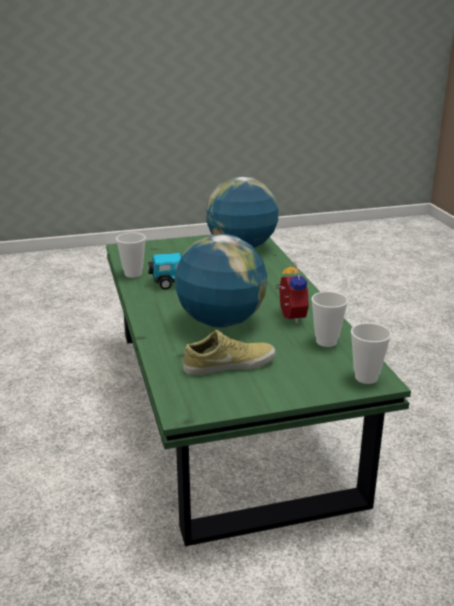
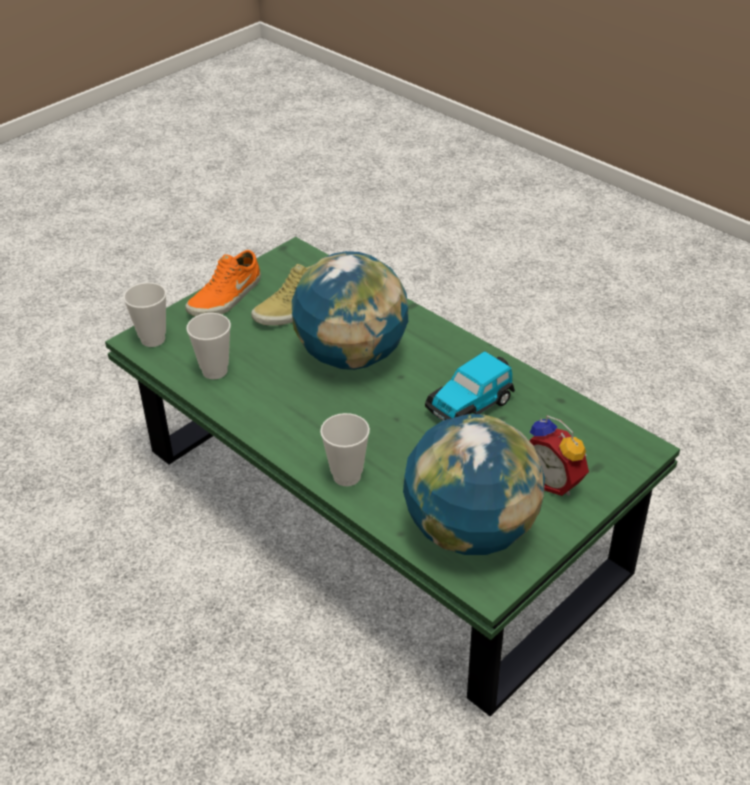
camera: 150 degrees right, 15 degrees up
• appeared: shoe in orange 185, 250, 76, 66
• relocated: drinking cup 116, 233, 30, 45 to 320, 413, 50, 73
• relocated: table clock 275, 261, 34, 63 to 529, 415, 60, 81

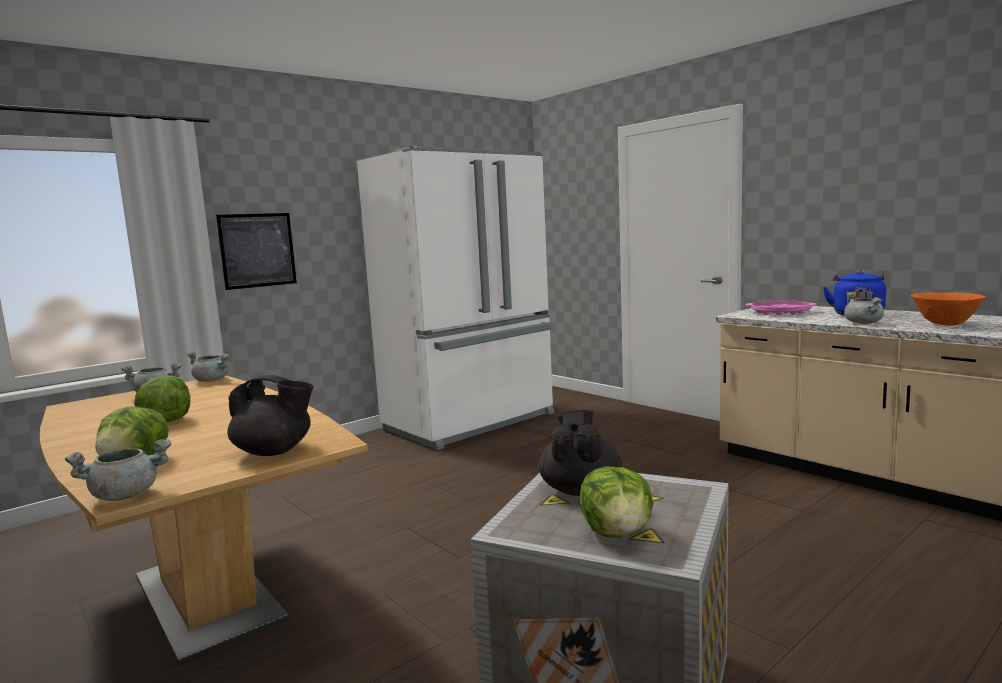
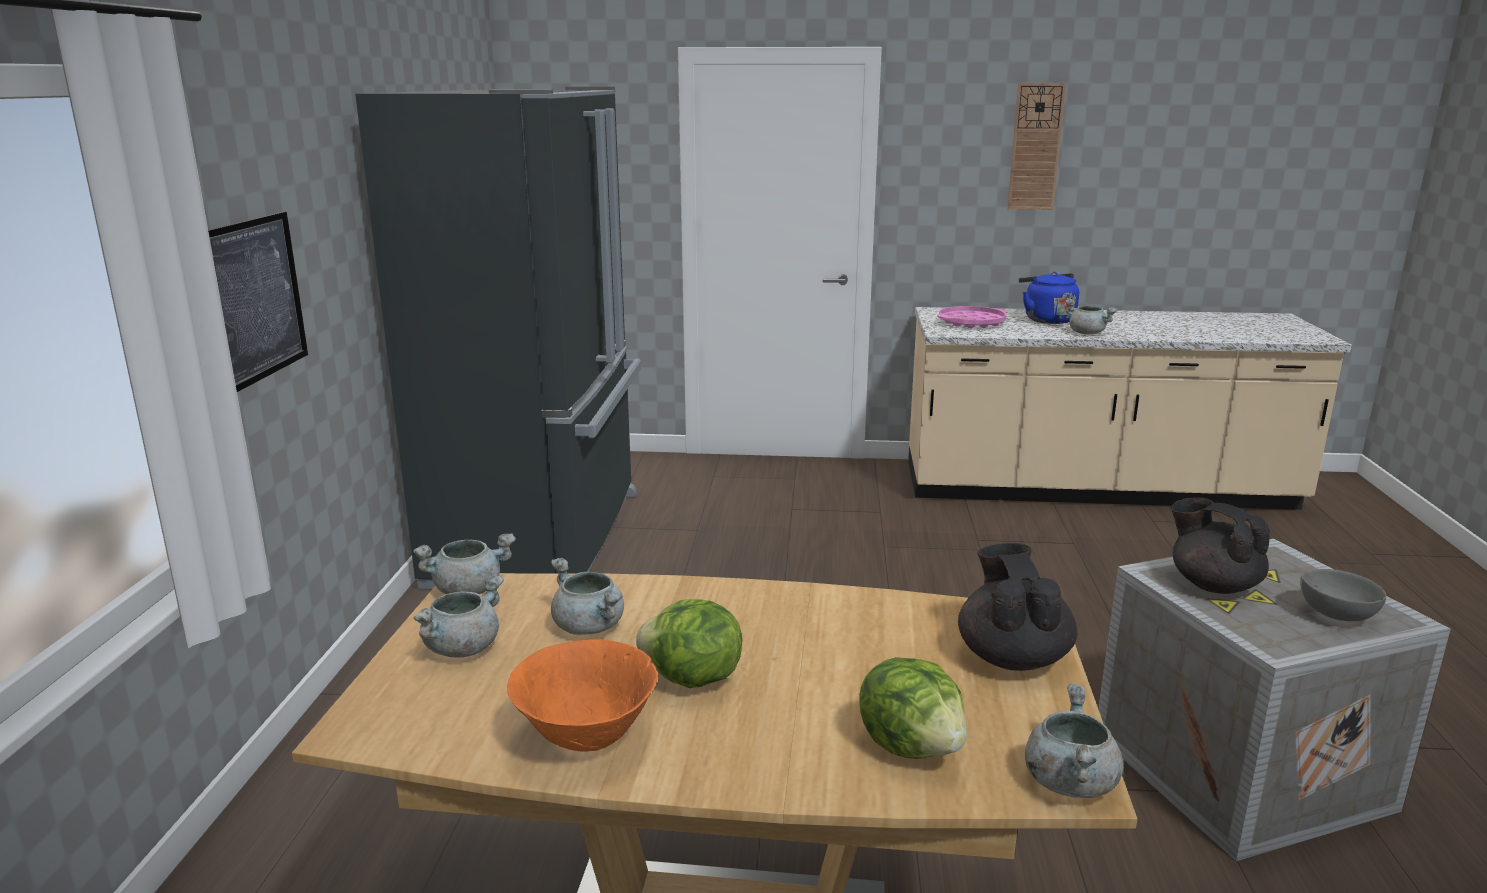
camera: 45 degrees left, 10 degrees up
• colour: kitchen fridge in white 357, 146, 197, 304 to kitchen fridge in blackish 355, 87, 286, 502
• relocated: serving bowl in orange 911, 292, 75, 34 to 507, 639, 151, 113
• appeared: saucepot in greyish 551, 558, 73, 77
• spun: teapot in blackish 227, 375, 87, 81 = 958, 543, 119, 128 60 degrees counterclockwise
• appeared: clock on the wall 1007, 83, 59, 127
• exchanged: lettuce 580, 466, 73, 72 to serving bowl in greyish 1300, 569, 86, 52

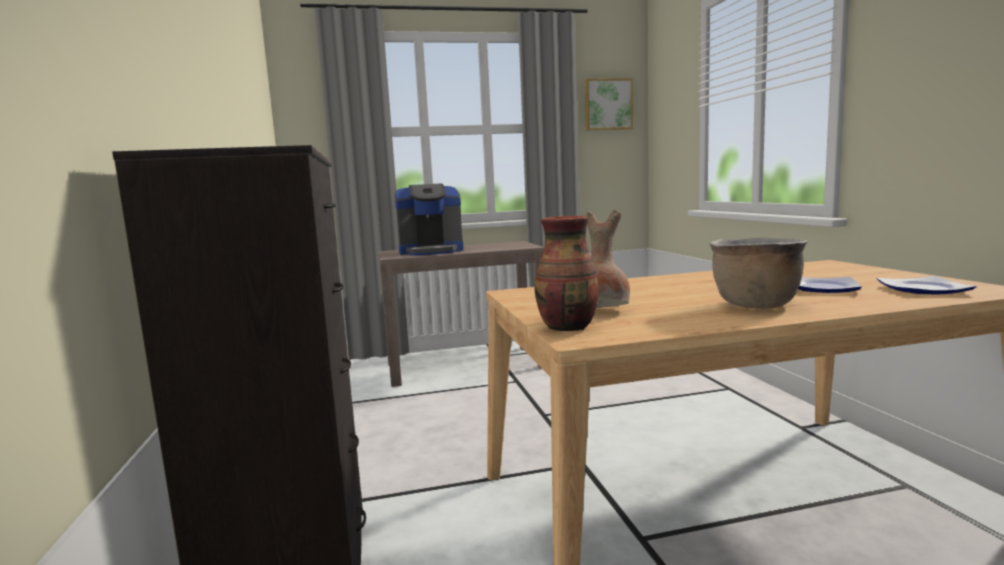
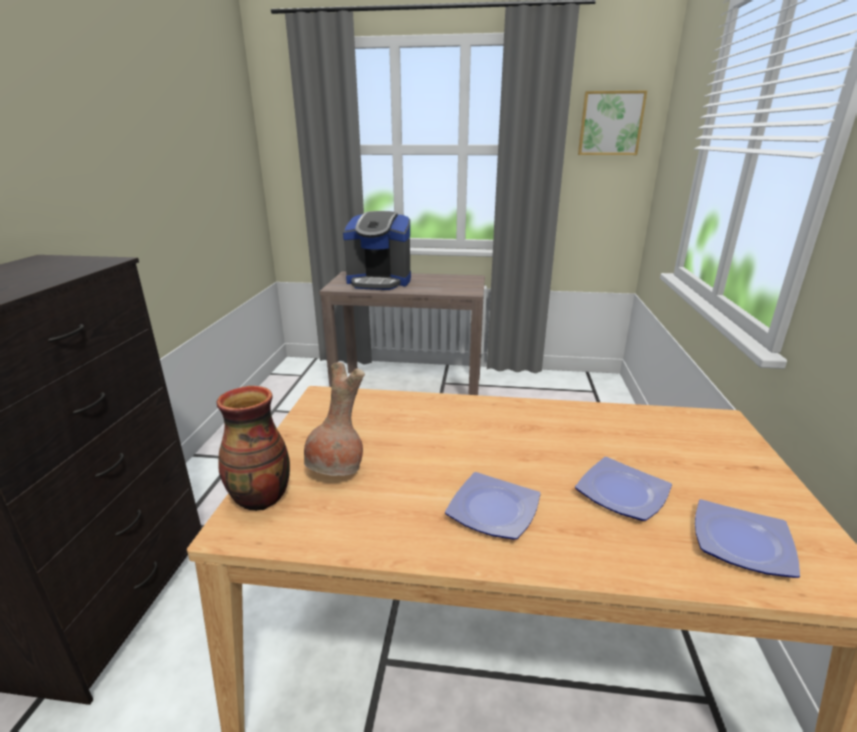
camera: 20 degrees right, 15 degrees up
• exchanged: saucepot in brownish 709, 238, 99, 70 to plate 445, 472, 96, 68

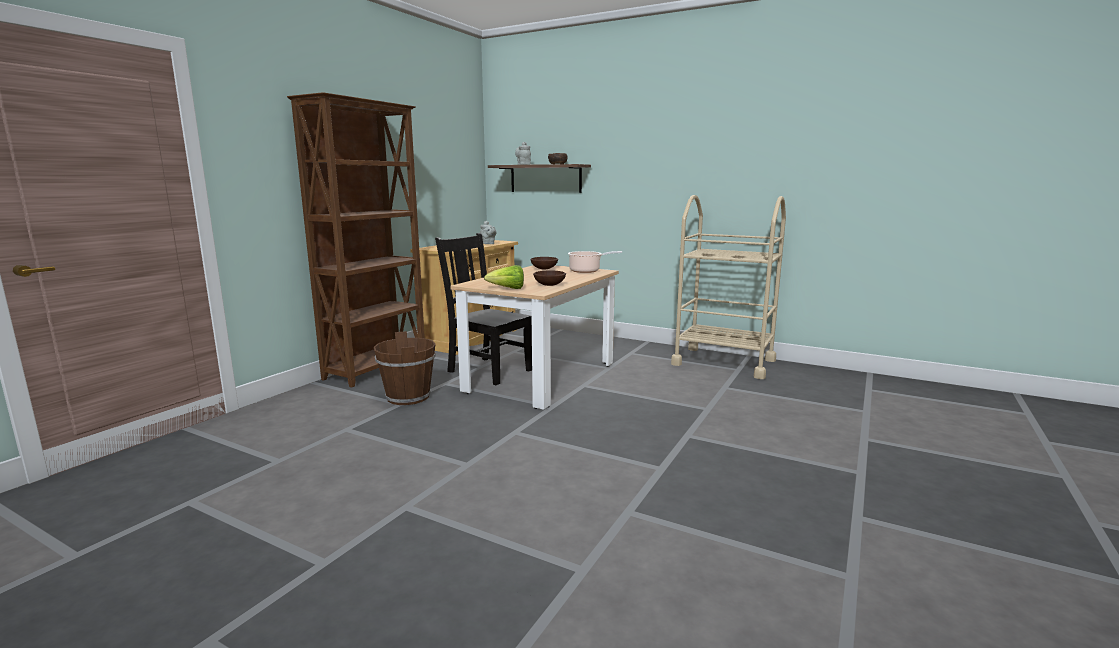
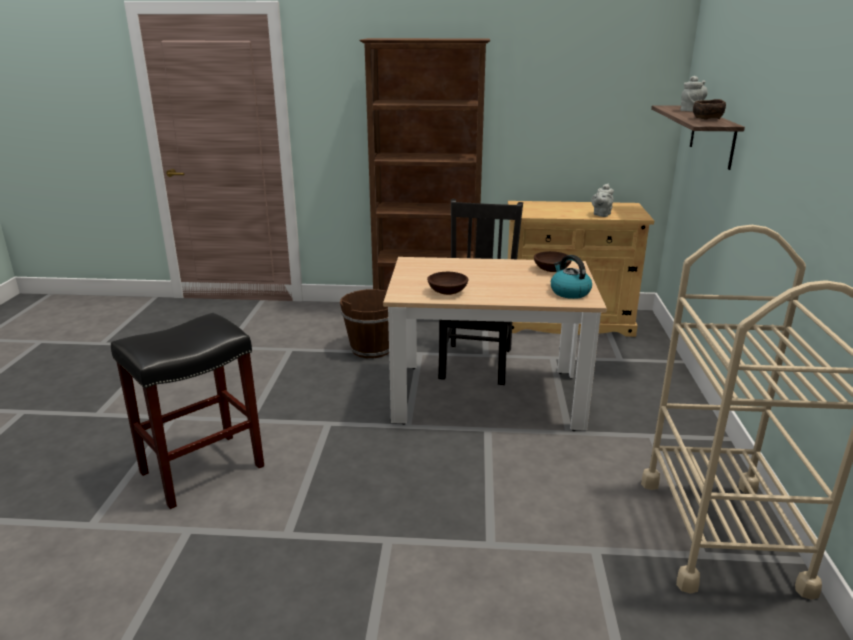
camera: 65 degrees right, 10 degrees up
• appeared: stool in blackish 111, 313, 153, 196
• exchanged: saucepot 568, 251, 54, 22 to water kettle 551, 255, 41, 44
• missing: lettuce 484, 265, 40, 24

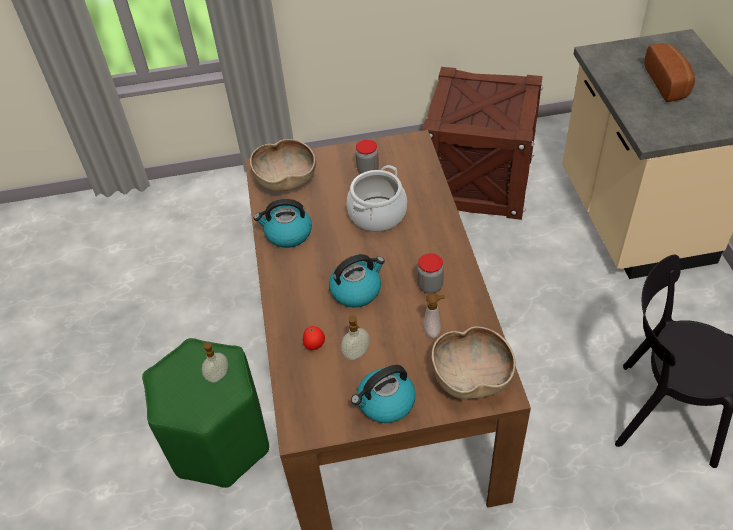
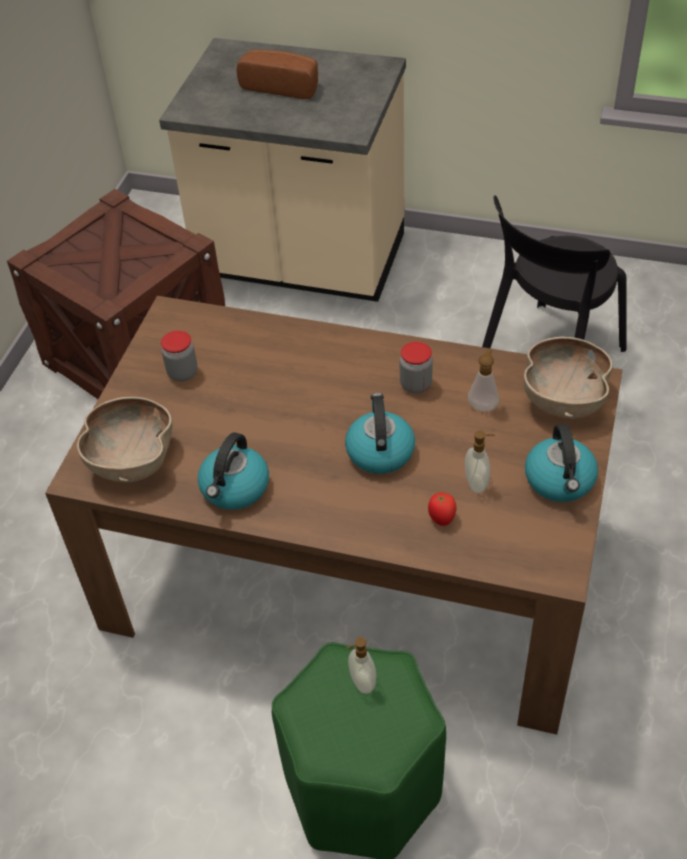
camera: 65 degrees left, 0 degrees up
• missing: saucepot 347, 165, 60, 66

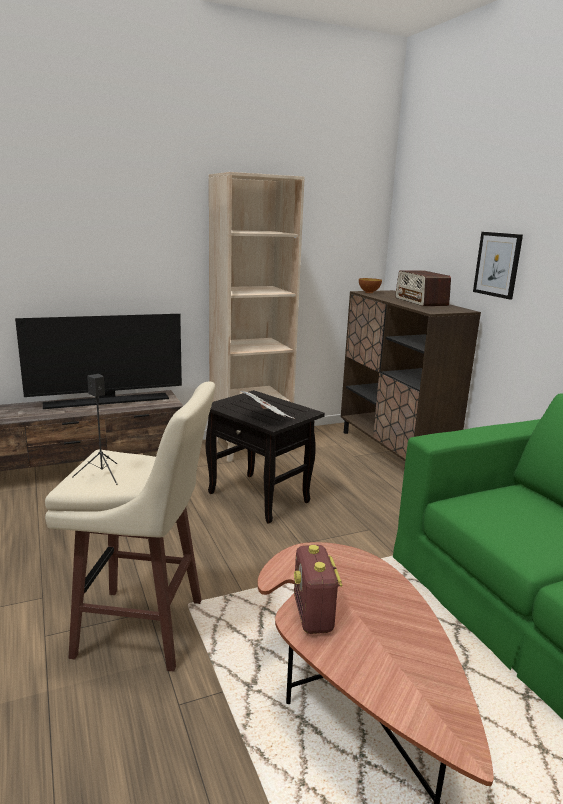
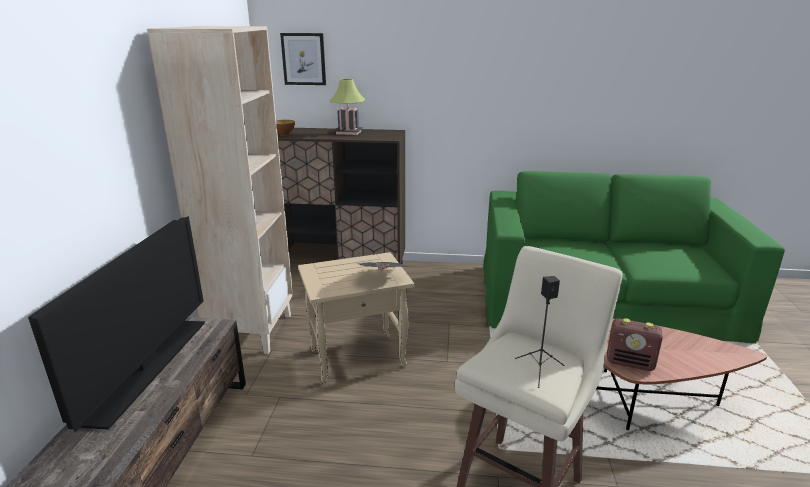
camera: 60 degrees left, 5 degrees up
• relocated: wall picture 473, 232, 50, 68 to 280, 33, 46, 52
• colour: accent table in blackish 206, 390, 119, 134 to accent table in beige 298, 252, 116, 133
• exchanged: radio 395, 271, 56, 35 to lamp for a table 329, 79, 36, 56

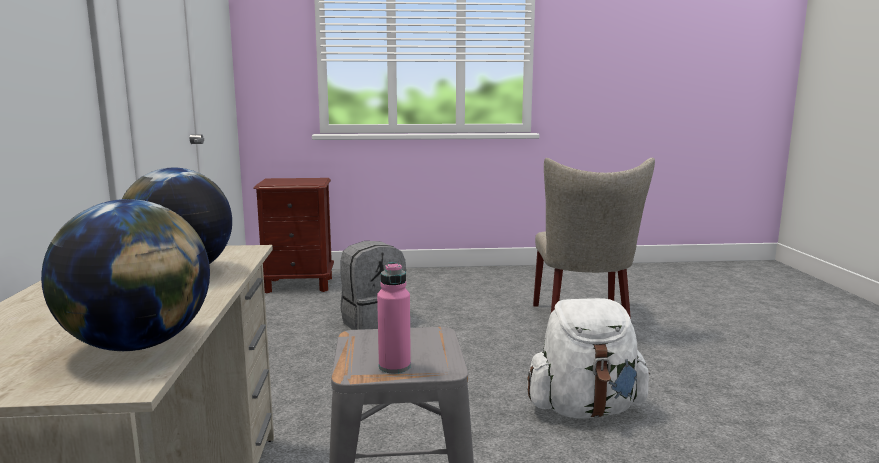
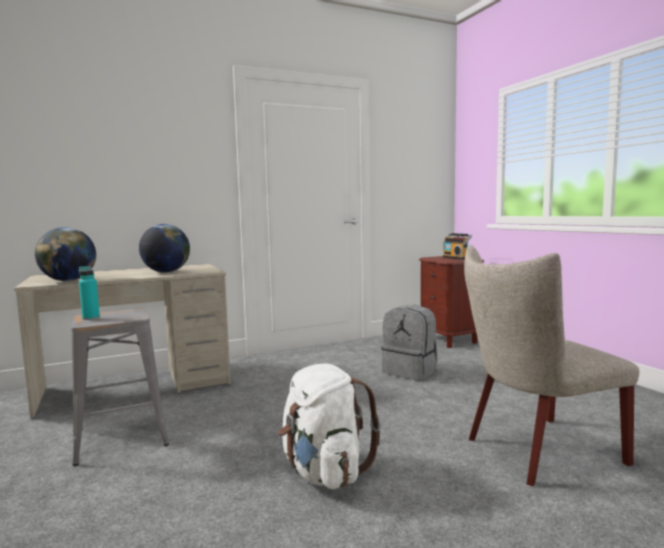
camera: 70 degrees right, 5 degrees down
• colour: bottle in pink 377, 262, 34, 111 to bottle in turquoise 79, 266, 21, 54
• appeared: radio 443, 233, 29, 27

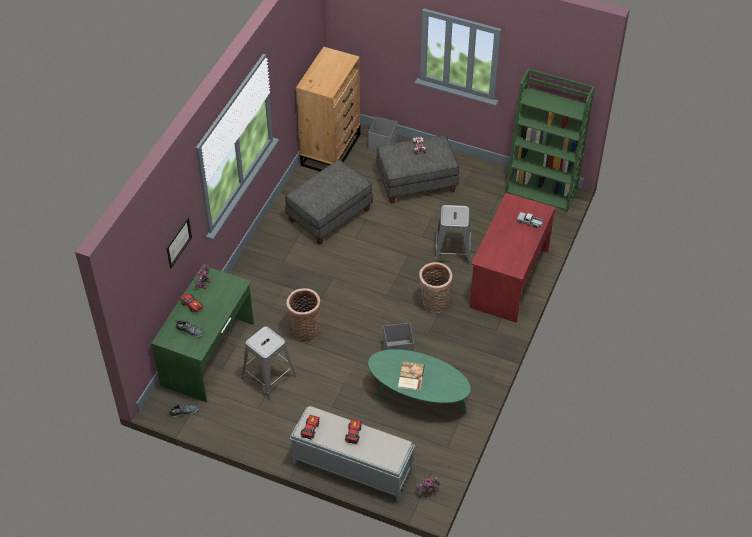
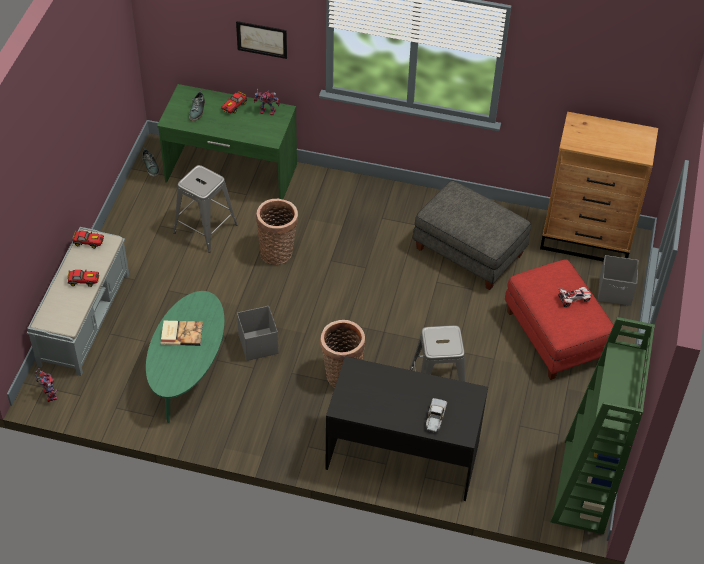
camera: 80 degrees right, 0 degrees up
• colour: desk in red 470, 193, 85, 130 to desk in blackish 325, 356, 163, 145
• colour: ottoman in greyish 376, 135, 83, 69 to ottoman in red 505, 259, 108, 121

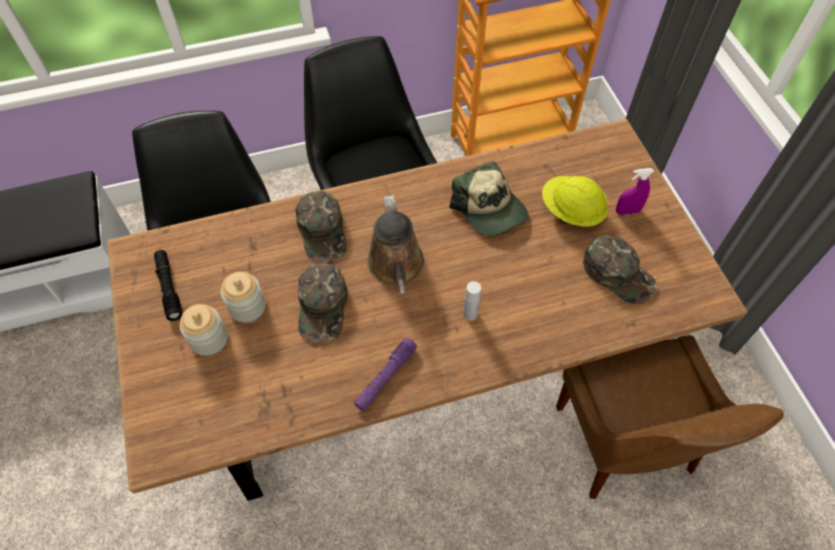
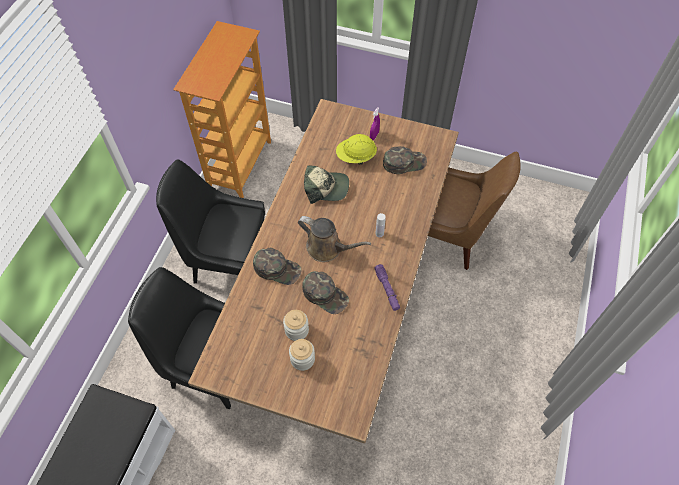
camera: 55 degrees left, 0 degrees up
• missing: hand torch in blackish 154, 250, 28, 71

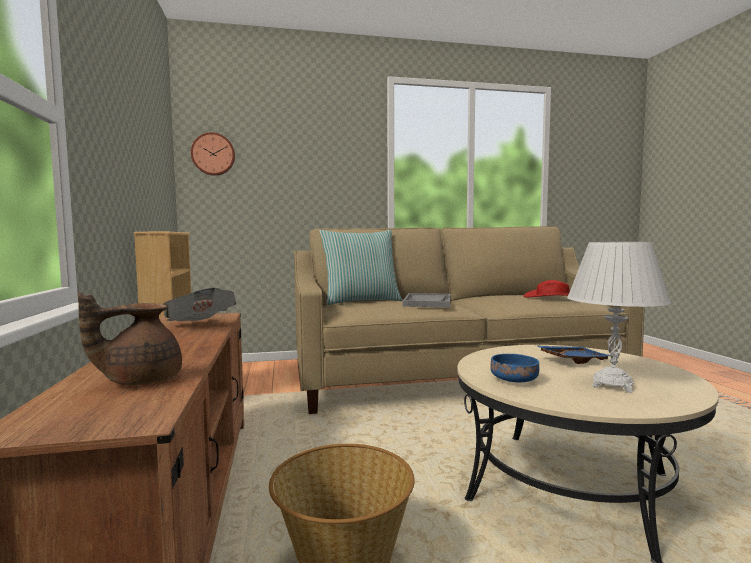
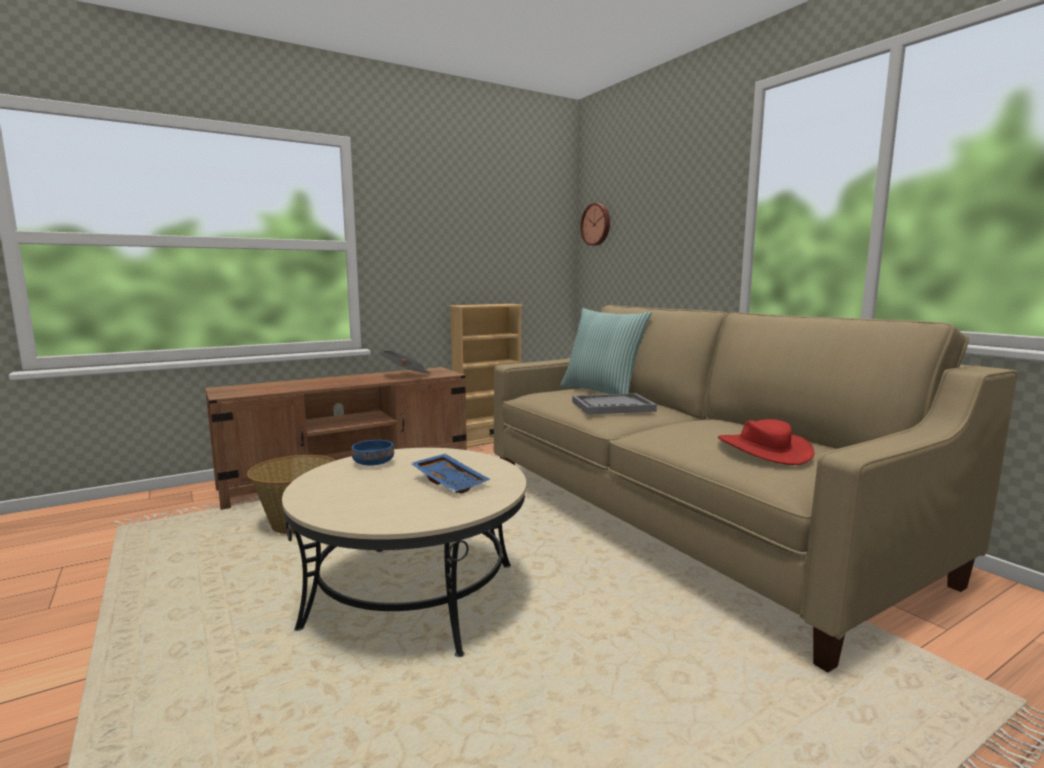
camera: 70 degrees right, 5 degrees up
• missing: teapot in brownish 78, 293, 104, 92
• missing: lamp for a table in white 567, 242, 104, 151

